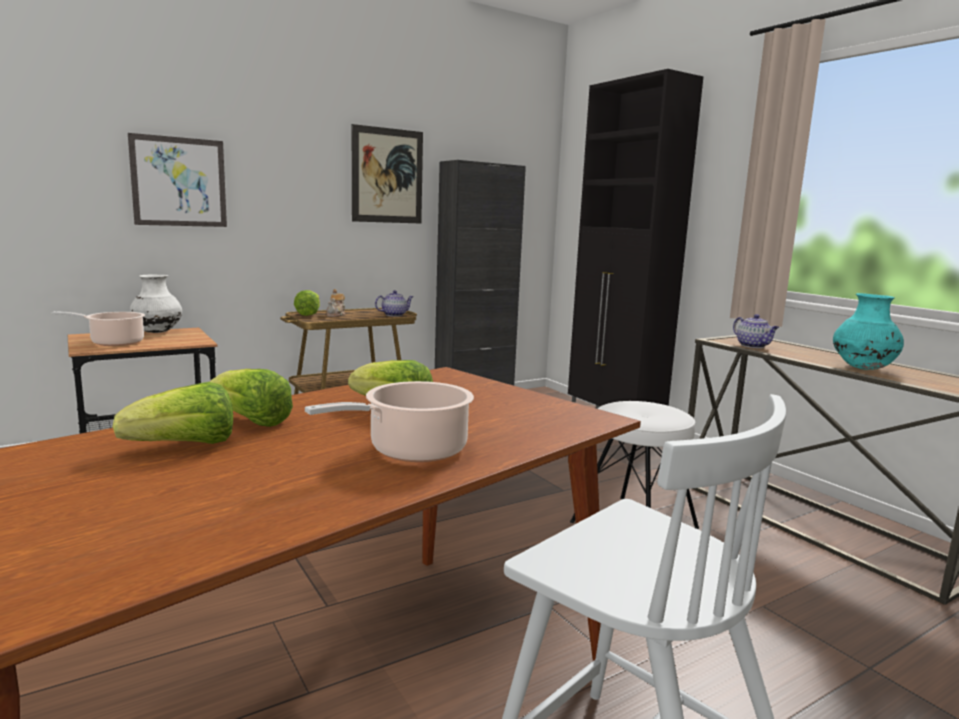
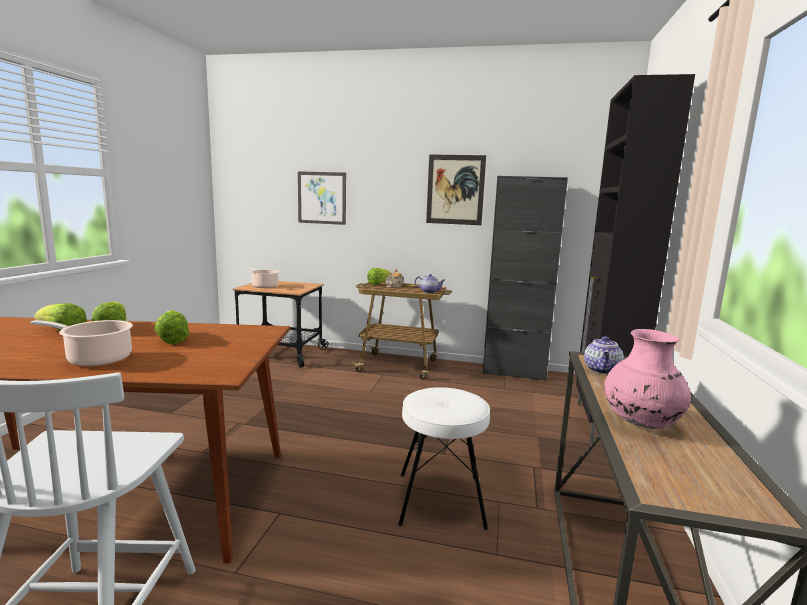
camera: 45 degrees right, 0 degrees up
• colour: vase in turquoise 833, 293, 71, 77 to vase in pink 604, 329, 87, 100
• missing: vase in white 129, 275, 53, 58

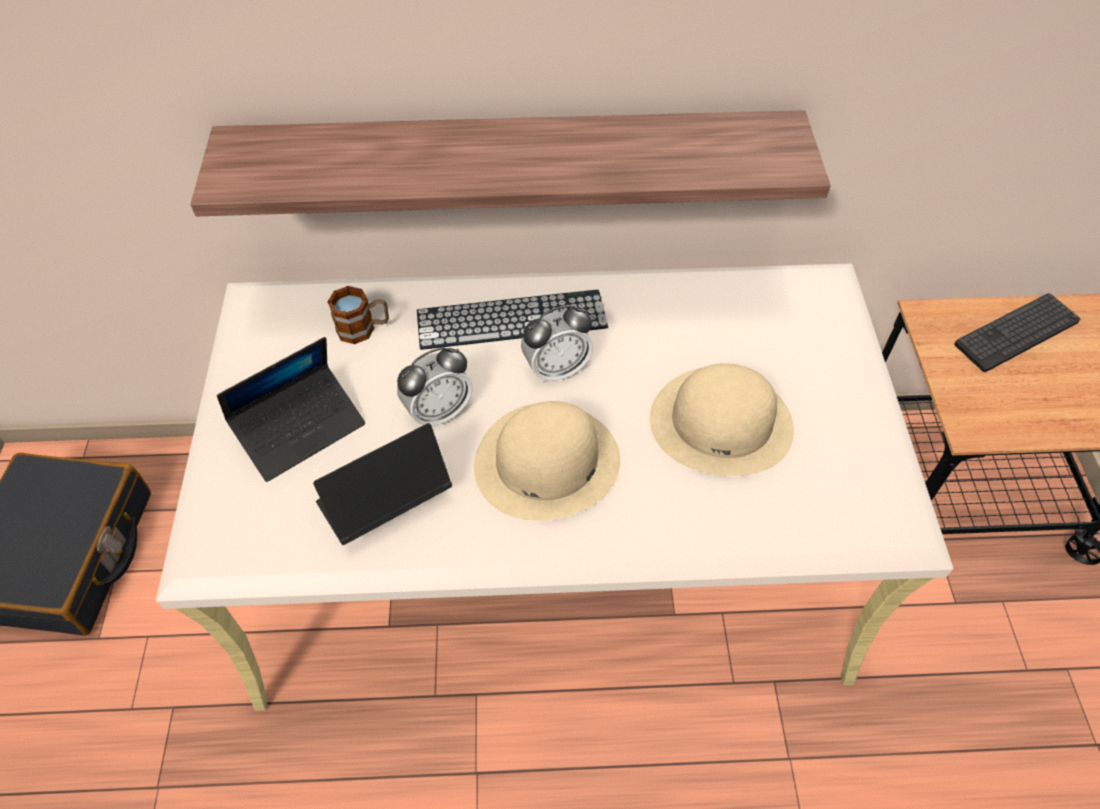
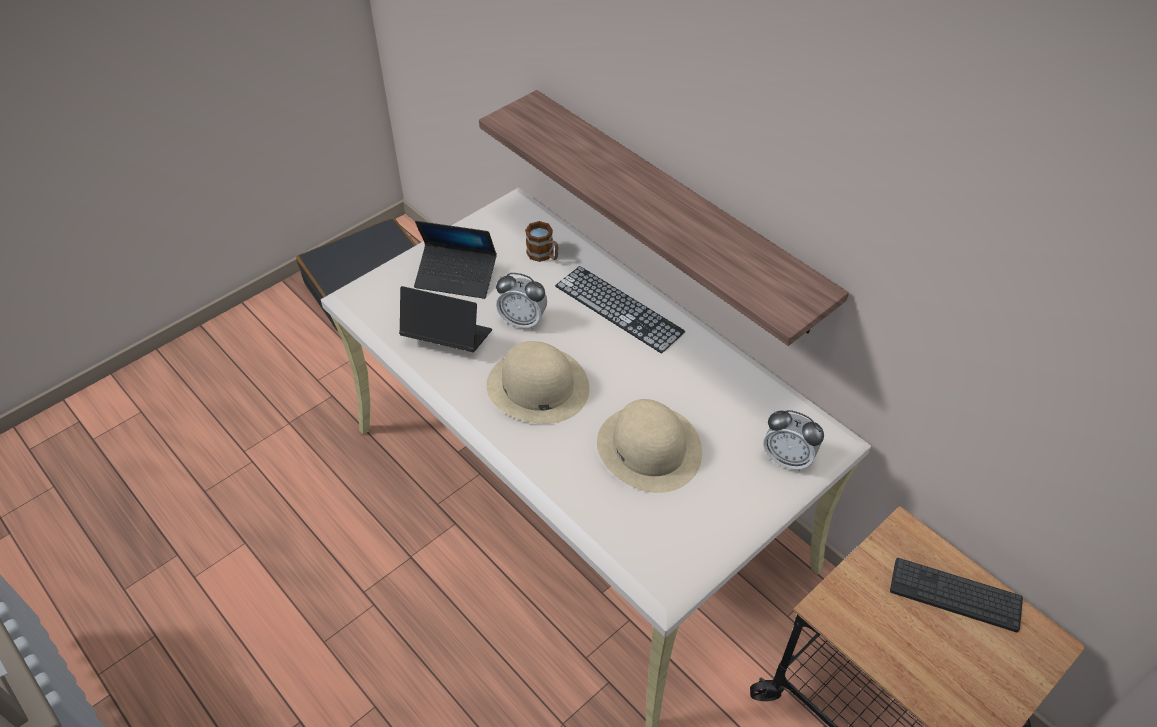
camera: 50 degrees right, 5 degrees down
• relocated: table clock 521, 305, 72, 79 to 763, 410, 61, 62

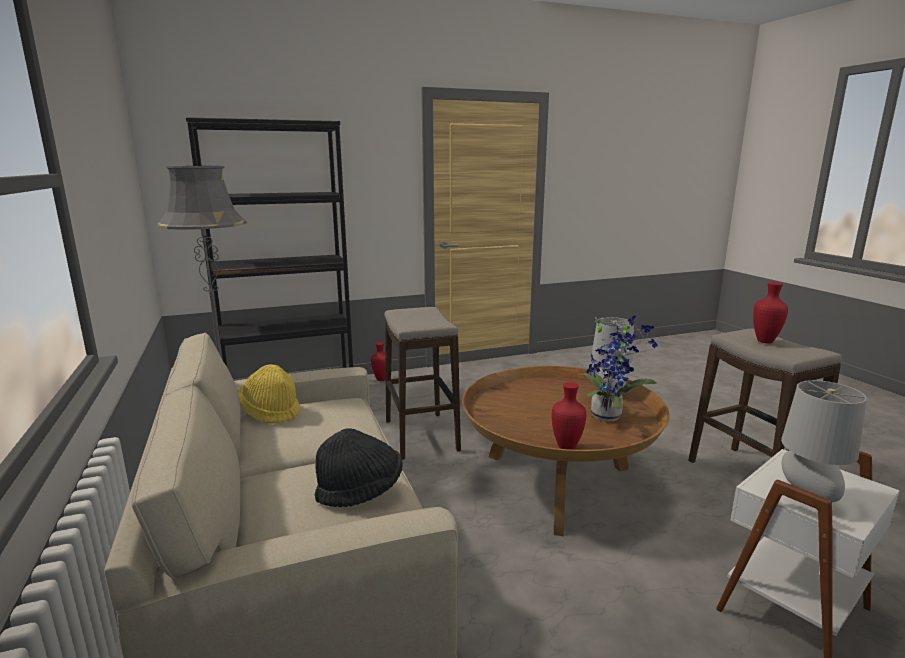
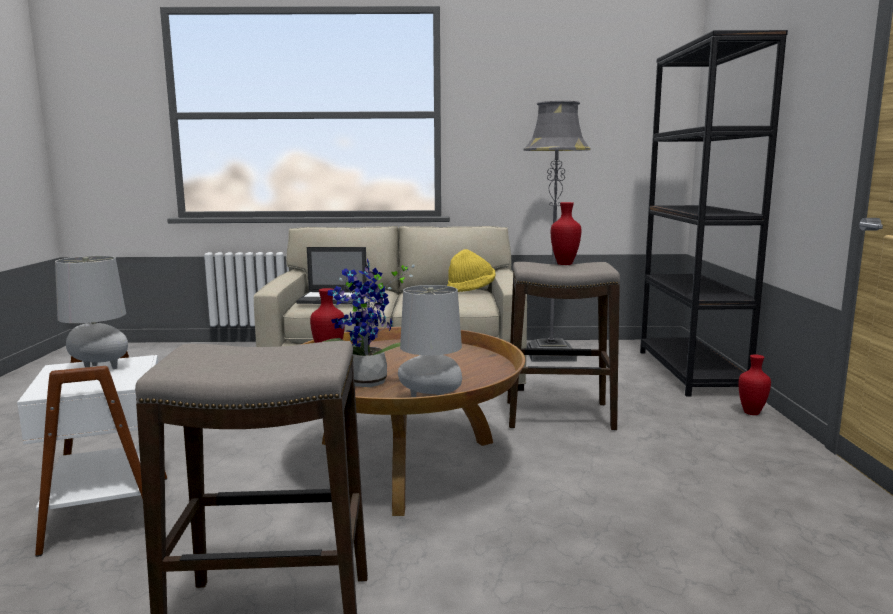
camera: 110 degrees right, 5 degrees down
• exchanged: hat in blackish 315, 428, 88, 79 to laptop 296, 247, 71, 57
• relocated: vase in red 753, 282, 35, 61 to 551, 202, 30, 63

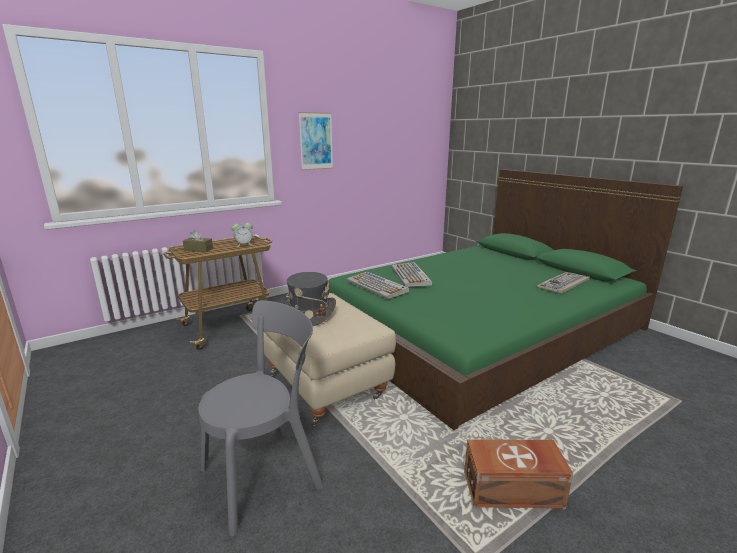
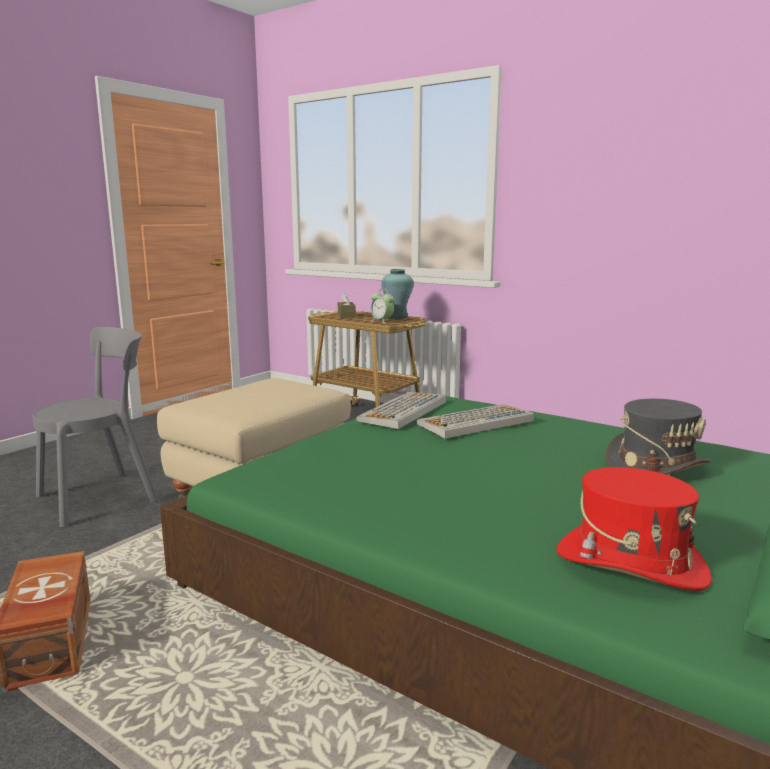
camera: 70 degrees right, 5 degrees down
• spun: chair in greyish 198, 300, 126, 236 = 33, 327, 125, 201 75 degrees counterclockwise
• appeared: vase in turquoise 381, 269, 33, 50
• exchanged: computer keyboard 537, 272, 53, 22 to hat in red 556, 467, 156, 124
• relocated: hat in greyish 281, 272, 55, 54 to 606, 399, 105, 76
• missing: wall picture 299, 112, 34, 58

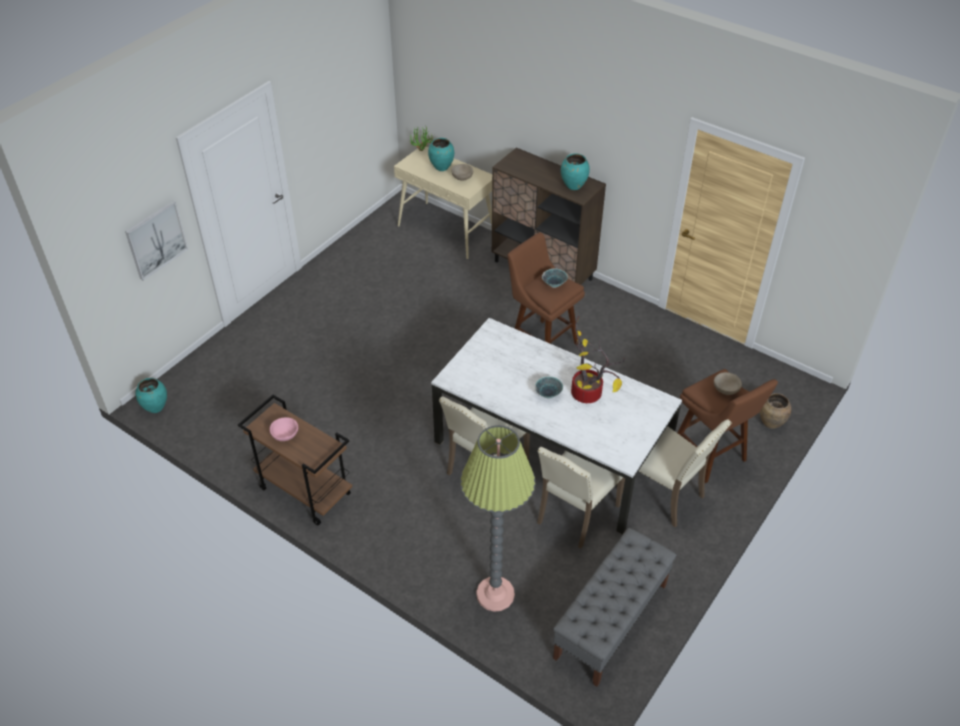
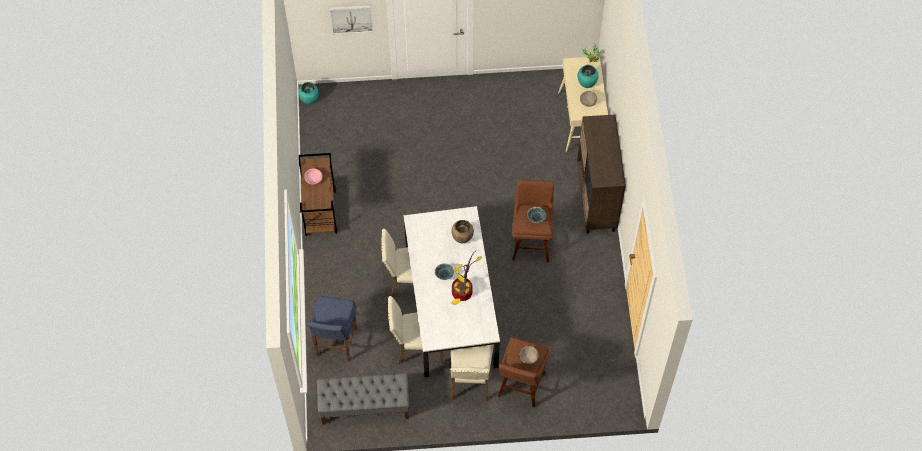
camera: 50 degrees right, 15 degrees up
• exchanged: floor lamp 460, 425, 75, 187 to stool in blue 307, 296, 50, 65
• relocated: vase in brownish 760, 393, 32, 36 to 452, 220, 22, 23
• missing: vase in turquoise 561, 153, 29, 37

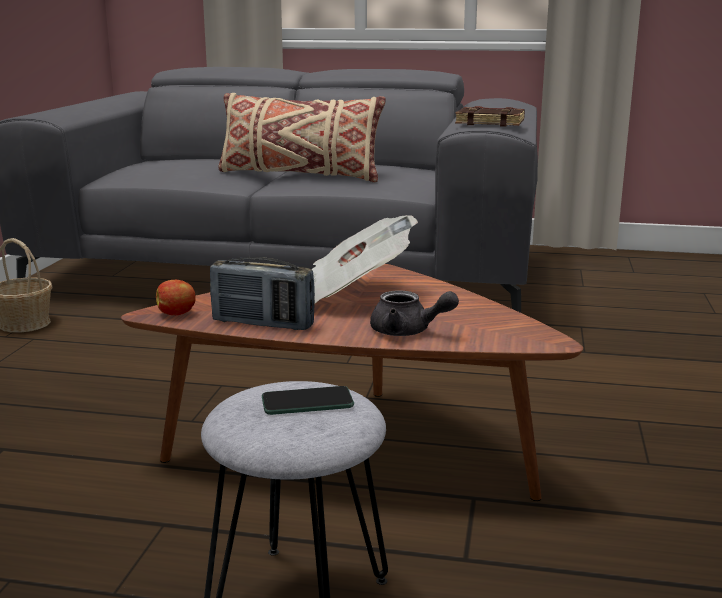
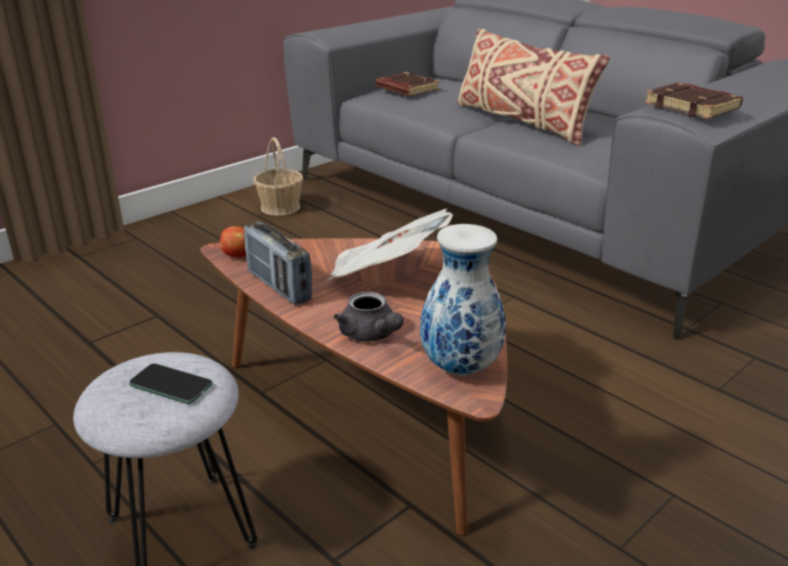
camera: 35 degrees right, 10 degrees up
• appeared: volume in brownish 376, 72, 63, 24
• appeared: vase 420, 224, 85, 152

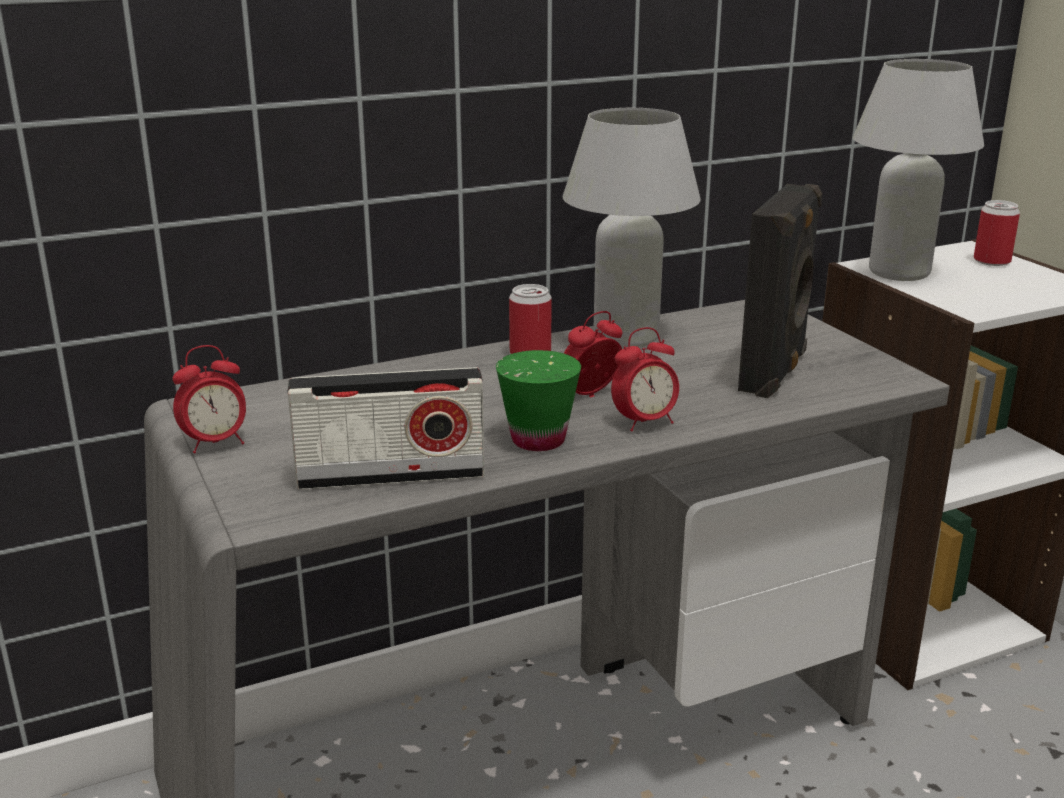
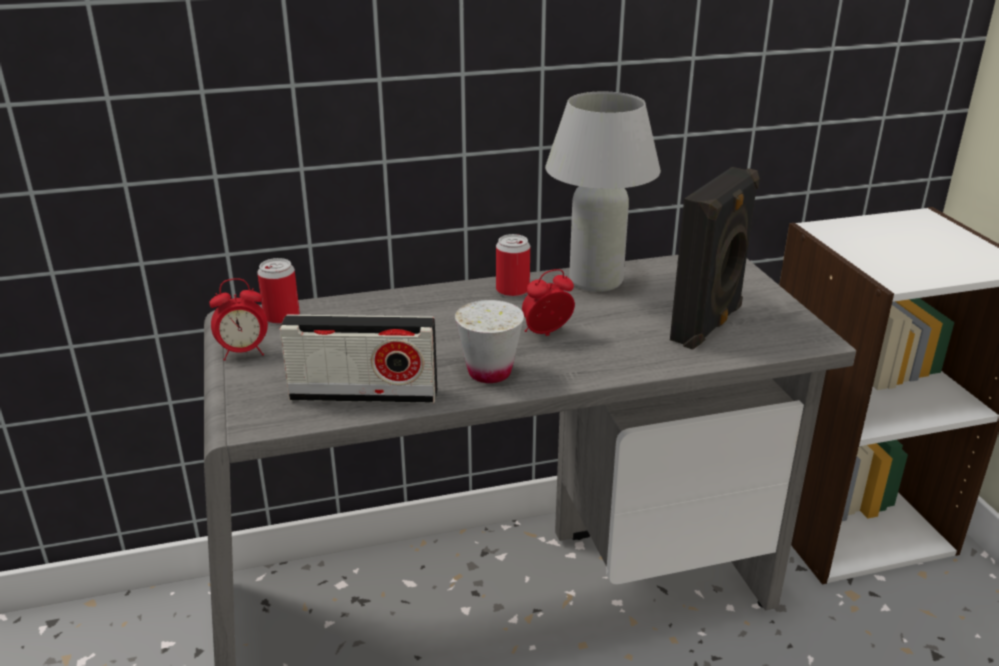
camera: 10 degrees right, 5 degrees up
• relocated: can 974, 200, 46, 66 to 257, 258, 43, 66
• colour: drinking cup in green 496, 350, 85, 101 to drinking cup in white 455, 300, 69, 83
• missing: table clock 611, 327, 68, 104
• missing: lamp for a table in white 853, 59, 131, 222

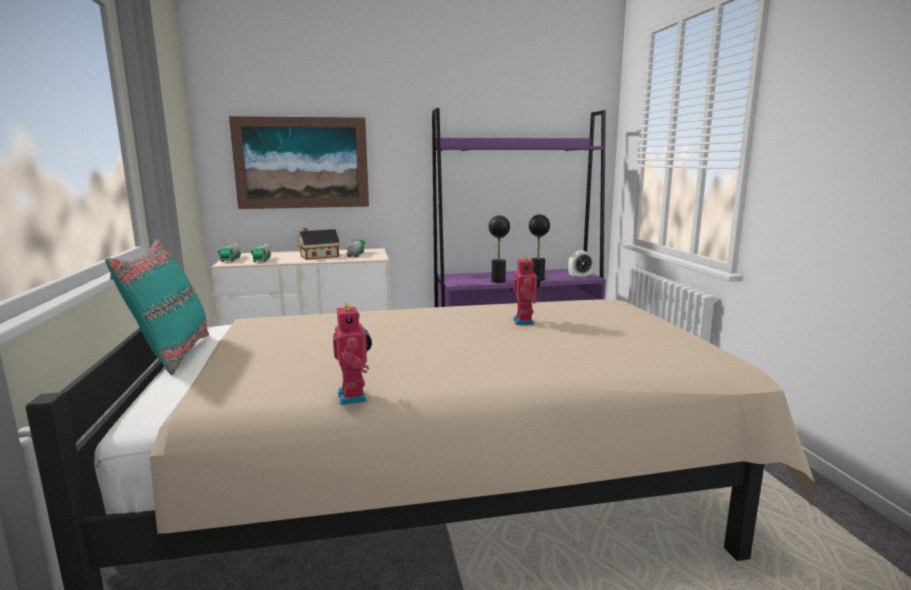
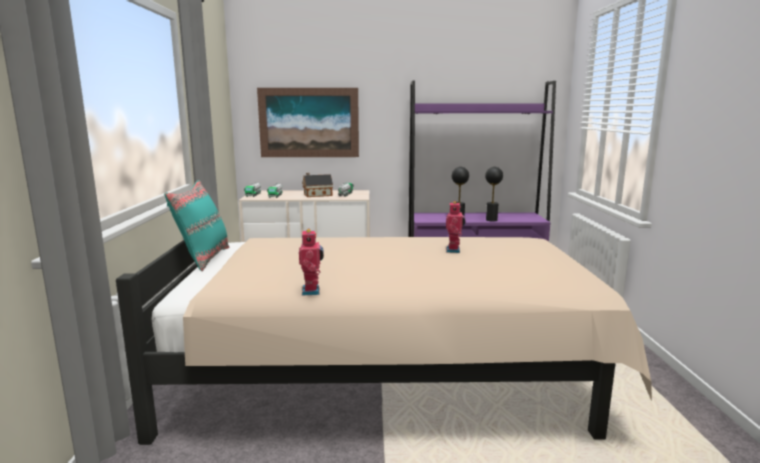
camera: 10 degrees right, 0 degrees up
• missing: table clock 568, 251, 25, 27

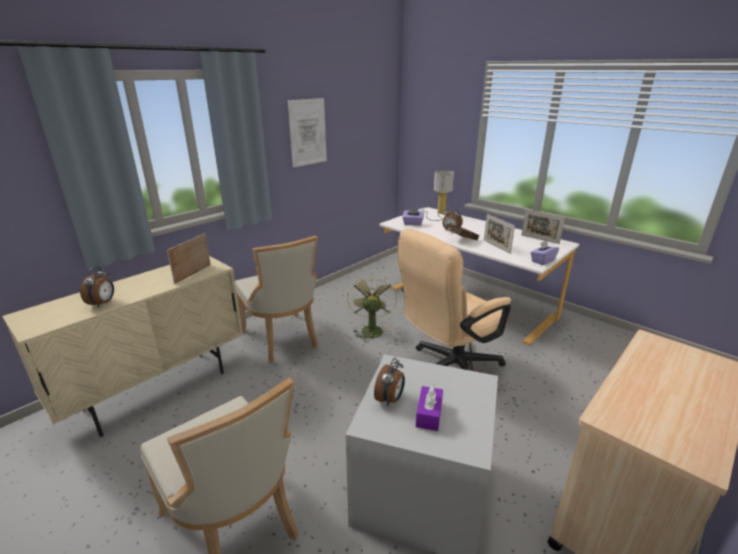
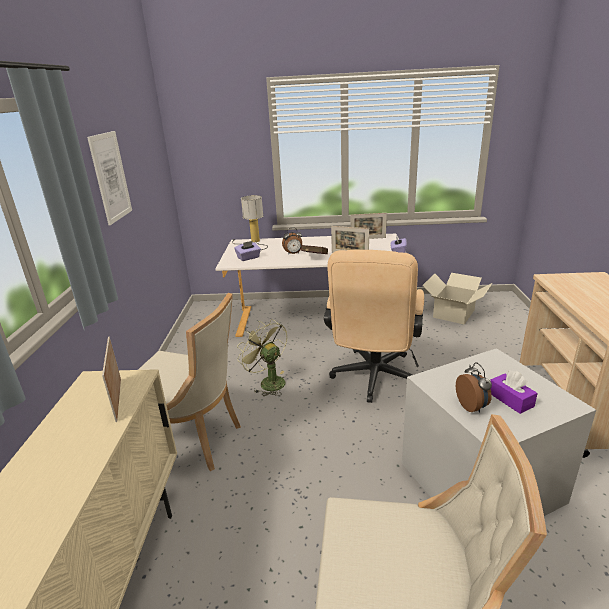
camera: 40 degrees left, 0 degrees up
• appeared: carton 422, 273, 70, 52
• missing: table clock 80, 266, 34, 42

